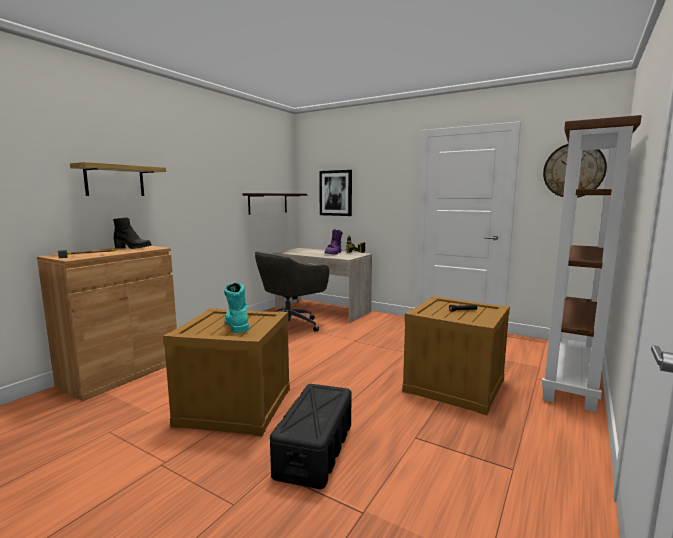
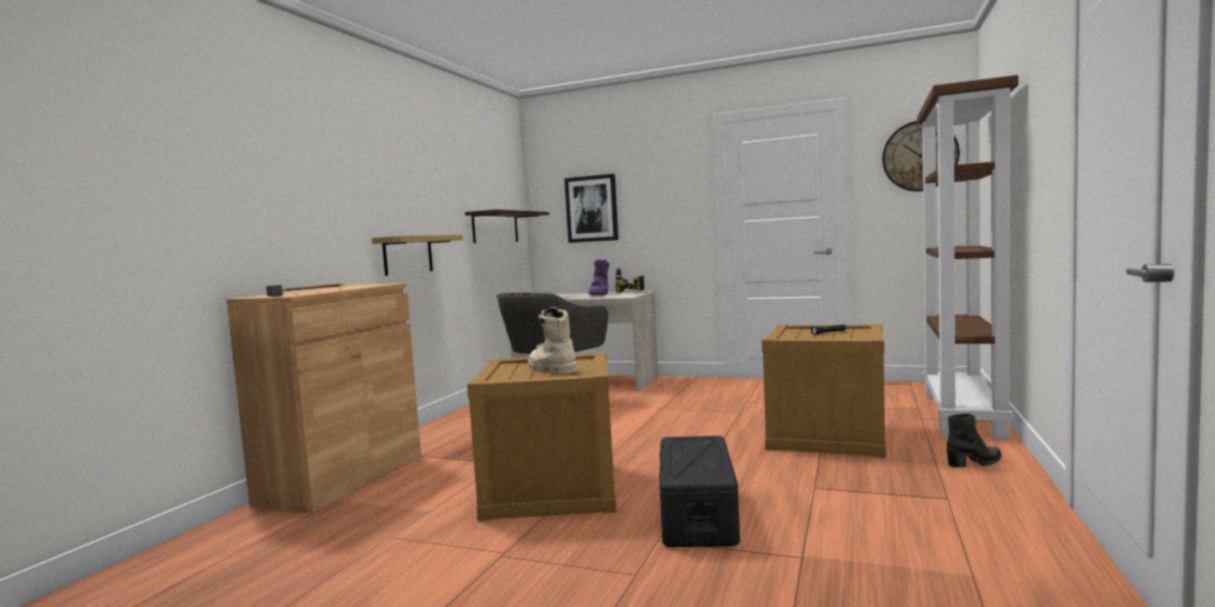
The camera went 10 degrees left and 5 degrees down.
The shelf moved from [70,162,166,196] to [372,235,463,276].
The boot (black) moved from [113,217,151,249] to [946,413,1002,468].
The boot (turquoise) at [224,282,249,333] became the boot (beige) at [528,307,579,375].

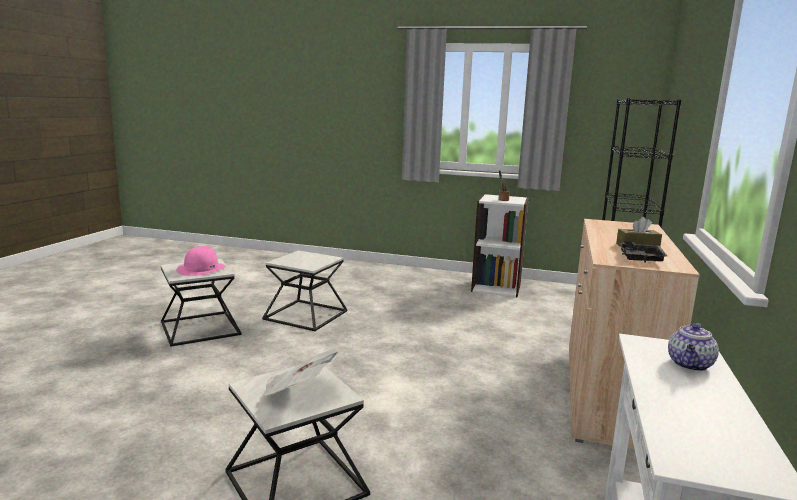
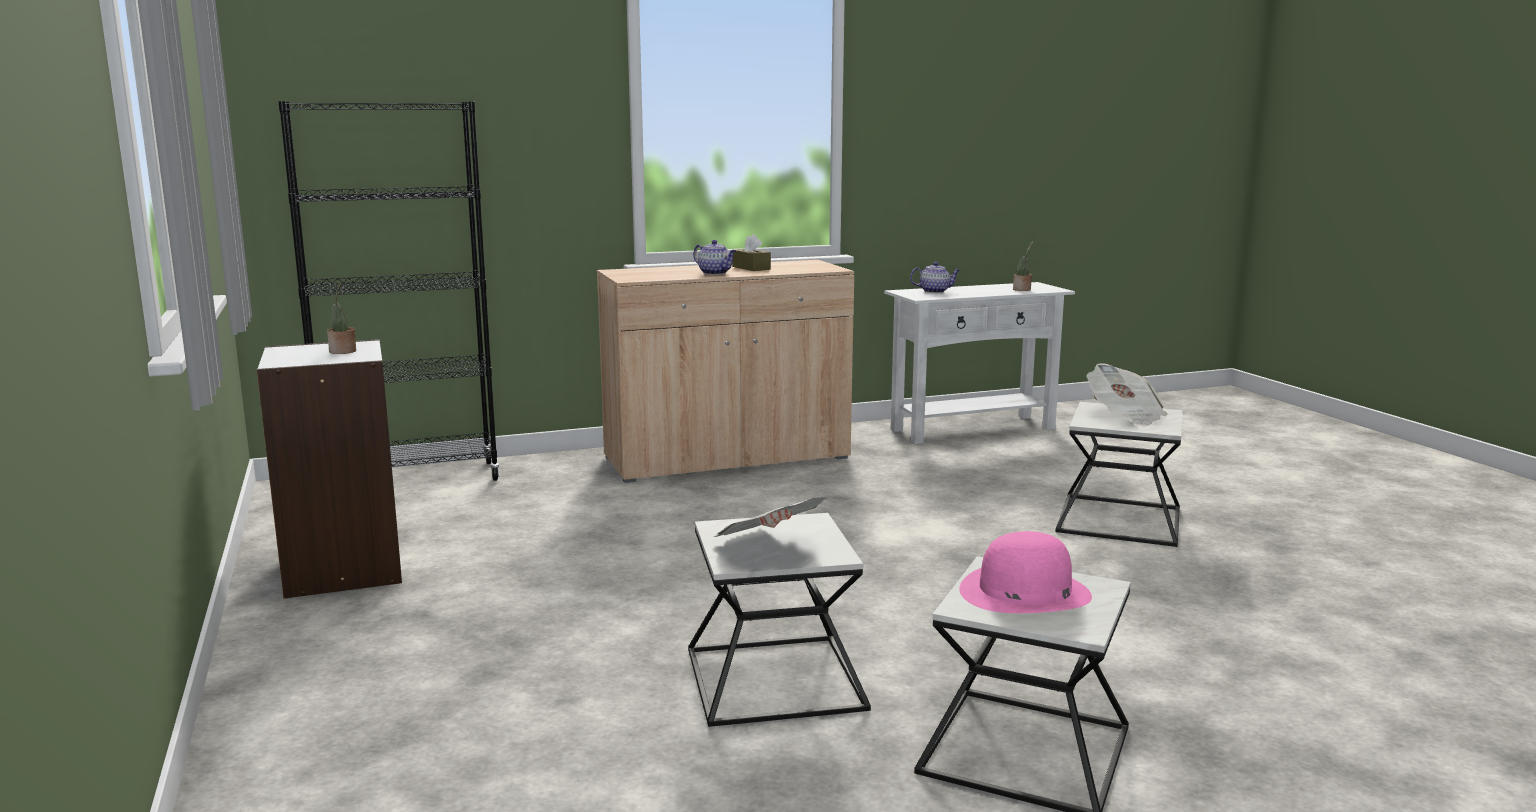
The camera went 125 degrees left and 0 degrees up.
The tray (black) at [620,241,668,263] disappeared.
The teapot at [693,240,736,275] appeared.
The newspaper at [714,497,826,537] appeared.
The potted plant at [1013,241,1033,291] appeared.

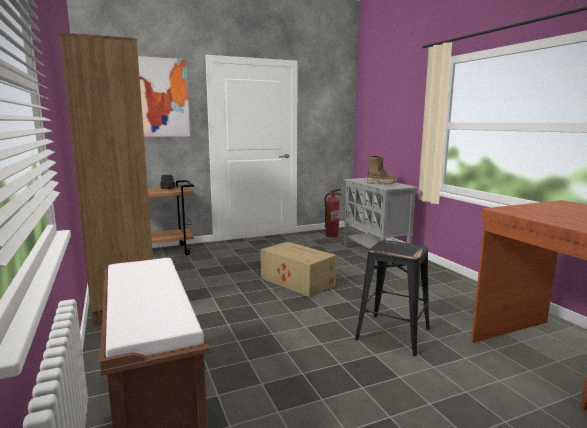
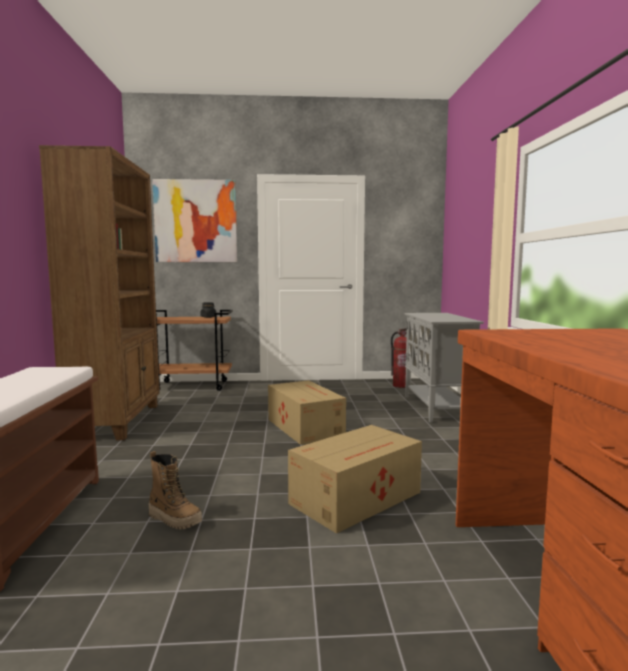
The camera went 20 degrees right and 5 degrees down.
The boot moved from [367,156,397,184] to [149,451,202,530].
The stool (black) at [355,240,430,356] was replaced by the cardboard box at [288,425,422,534].

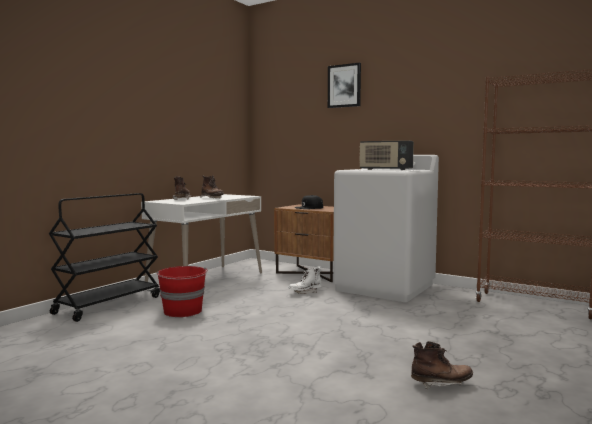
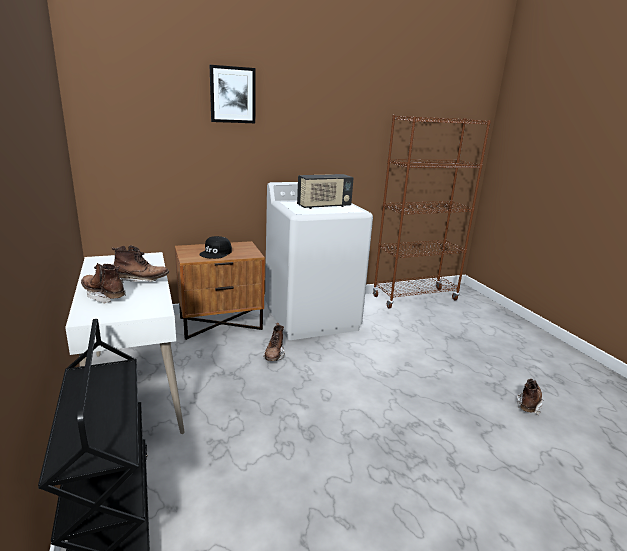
The camera went 55 degrees left and 15 degrees up.
The bucket (red) at [157,266,208,317] disappeared.
The boot (white) at [288,266,321,294] became the boot (brown) at [263,323,285,361].

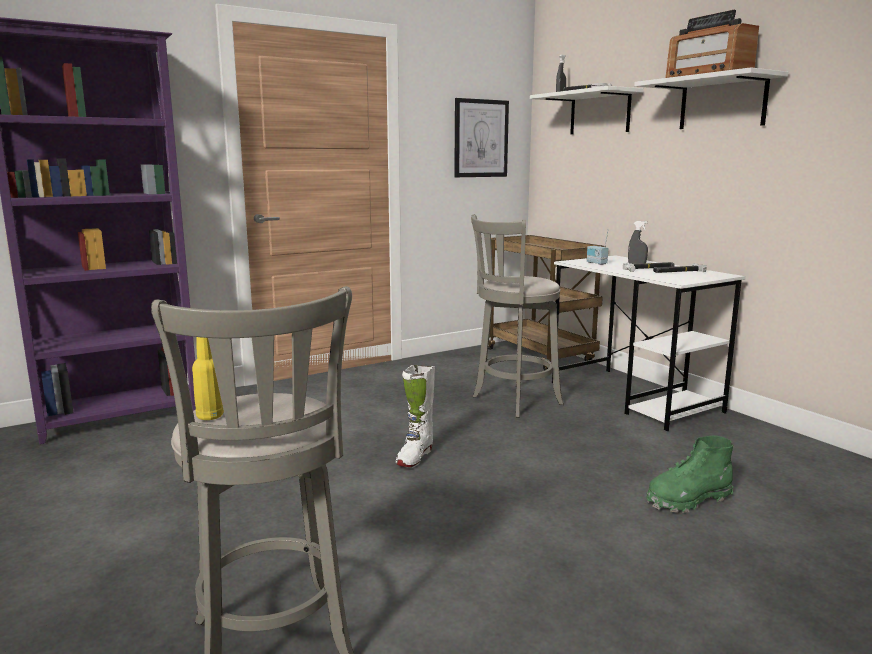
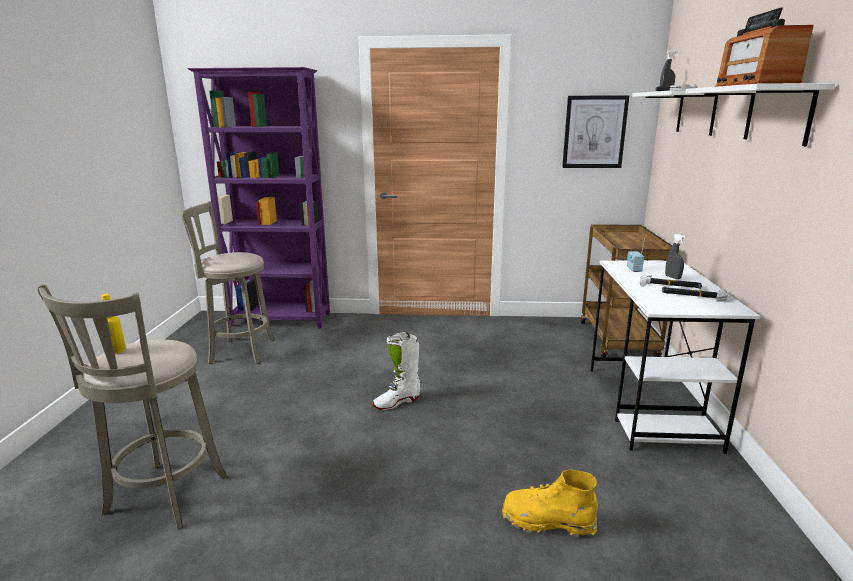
The camera went 35 degrees right and 5 degrees up.
The stool (grey) moved from [471,214,564,418] to [179,201,275,364].
The boot (green) at [646,435,733,513] became the boot (yellow) at [502,470,598,537].

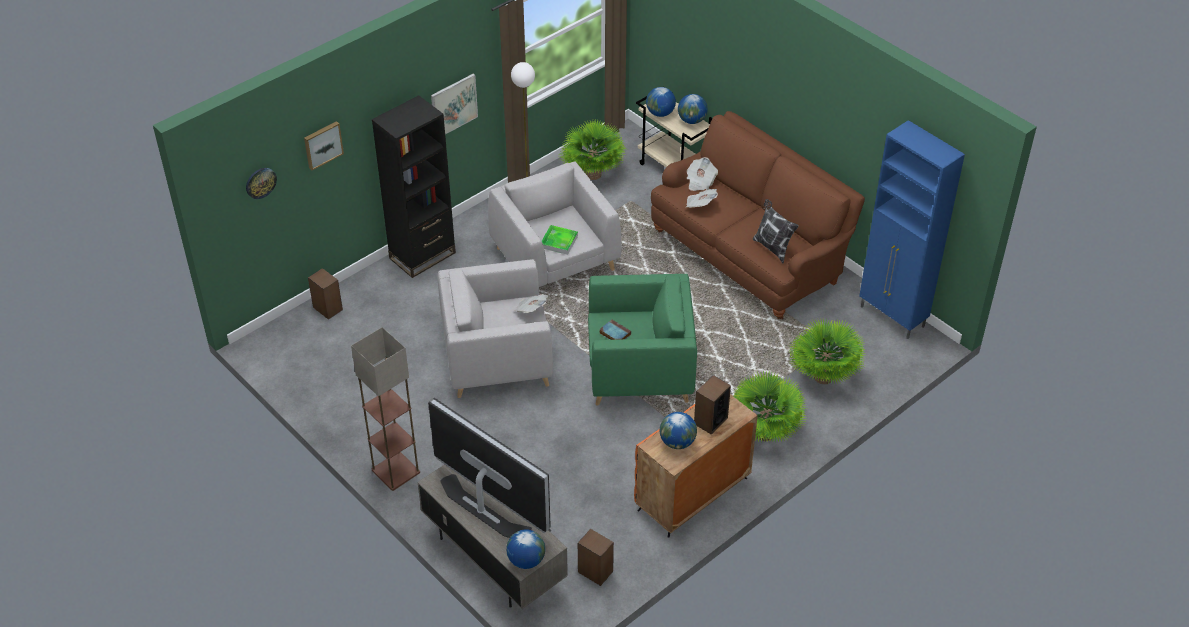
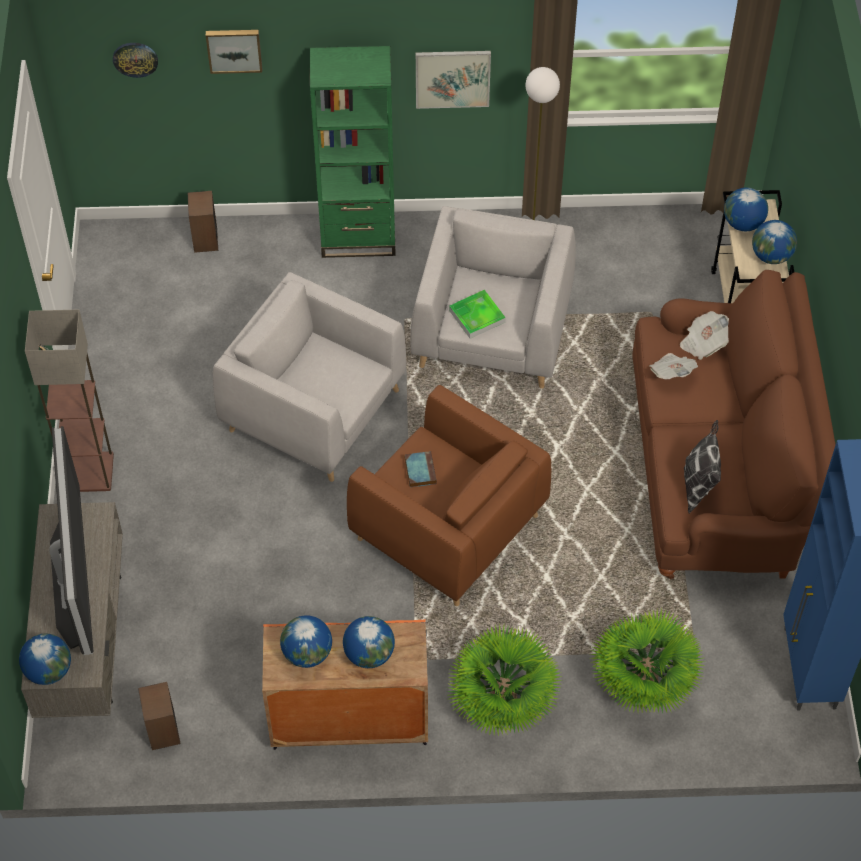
The camera went 40 degrees right and 10 degrees up.
The newspaper at [515,294,548,313] disappeared.
The potted plant at [559,119,626,180] disappeared.
The speaker at [694,375,731,434] was replaced by the globe at [343,616,395,668].
The bookcase (black) at [372,95,456,278] became the bookcase (green) at [310,46,396,258].
The armchair (green) at [588,274,697,405] became the armchair (brown) at [347,385,551,606].

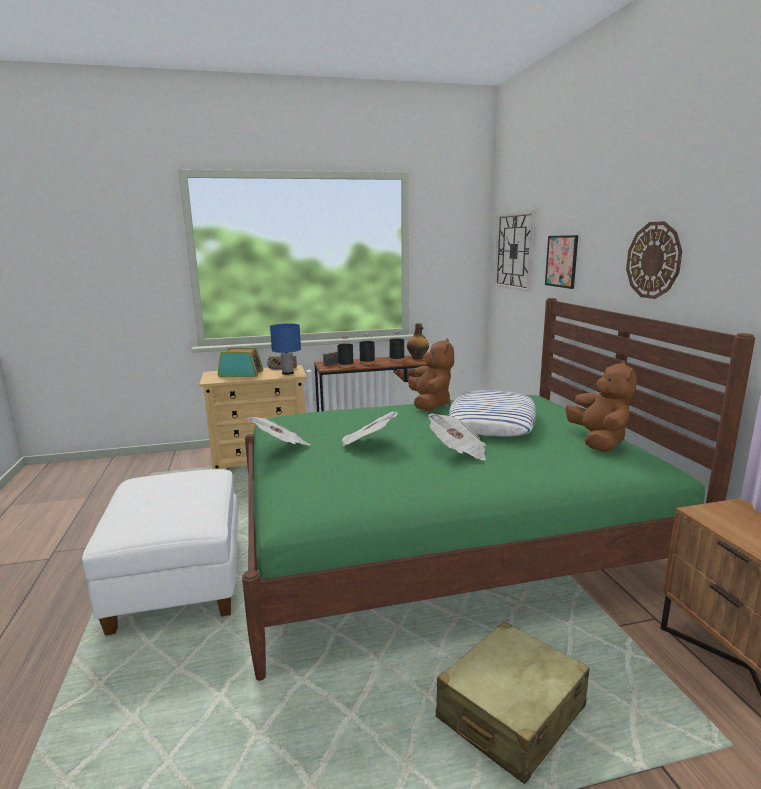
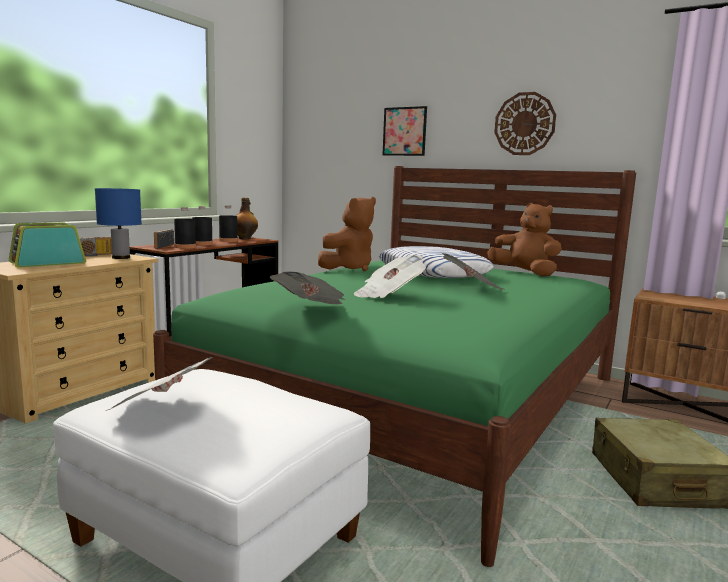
The camera went 45 degrees left and 5 degrees down.
The wall clock at [495,211,536,292] disappeared.
The newspaper at [106,357,213,411] appeared.
The plush toy (brown) at [408,338,454,411] turned 90 degrees clockwise.

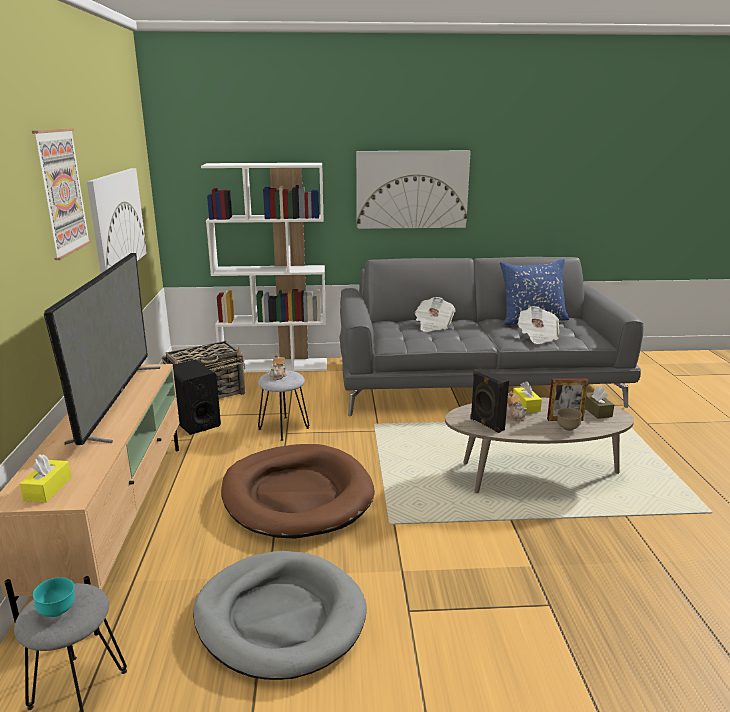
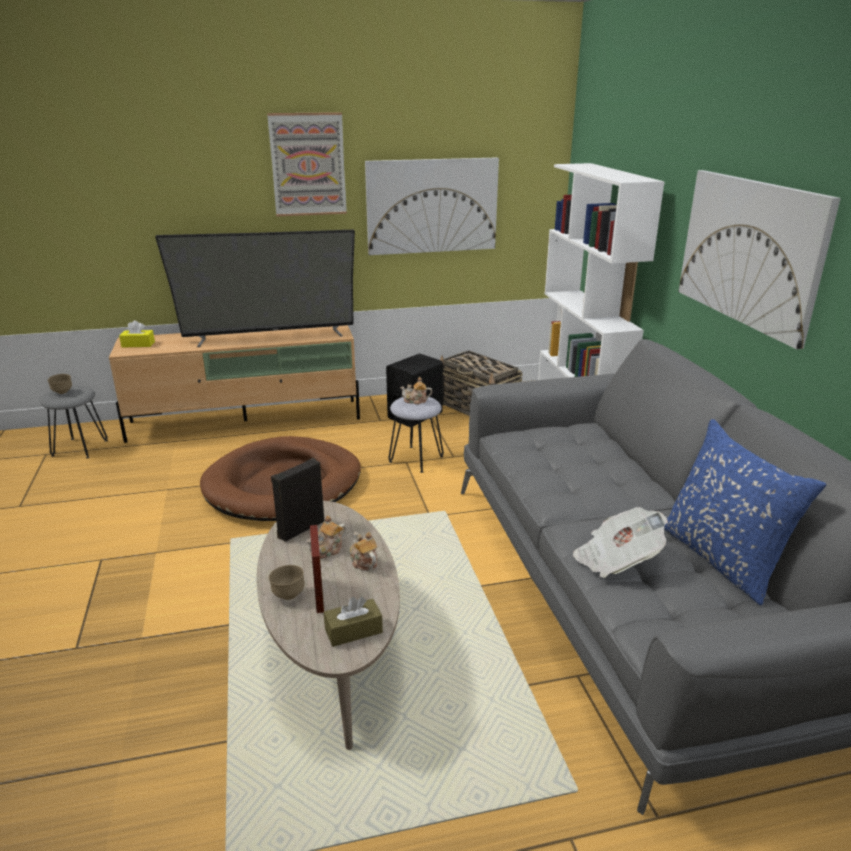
The camera went 80 degrees right and 5 degrees up.
The dog bed (grey) at [193,551,367,680] disappeared.
The newspaper at [415,297,456,332] disappeared.
The tissue box (yellow) at [513,381,542,413] was replaced by the teapot at [350,532,378,571].
The bowl (turquoise) at [33,577,75,617] became the bowl (brown) at [48,374,72,394].

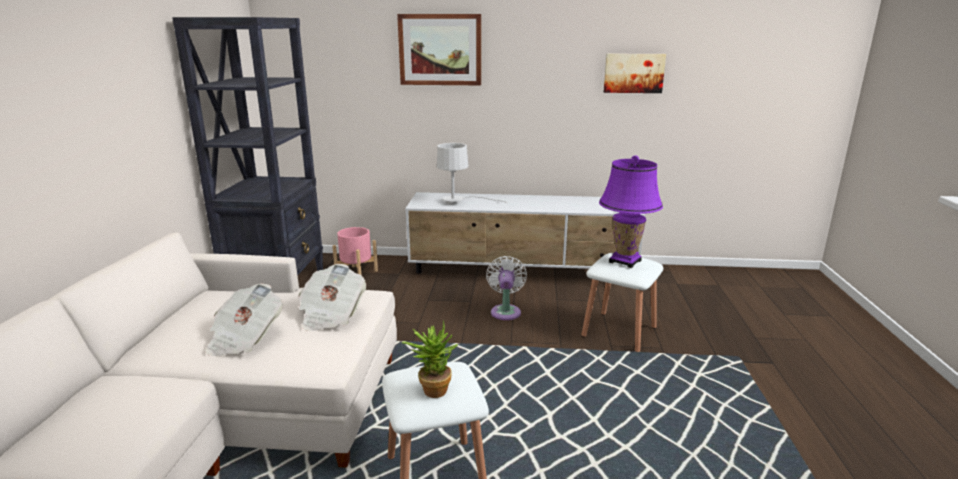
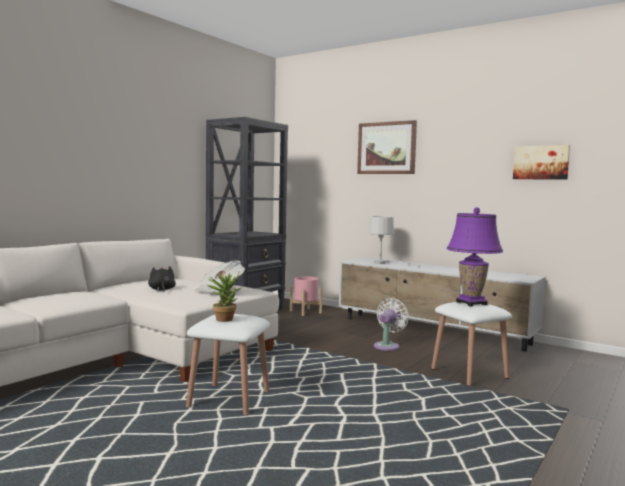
The camera went 30 degrees right and 15 degrees down.
The newspaper at [205,283,283,356] was replaced by the plush toy (black) at [148,266,176,292].

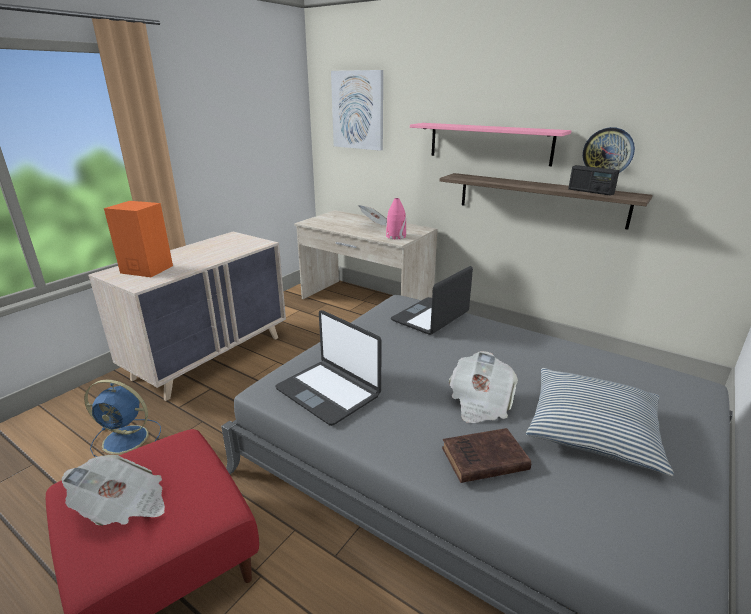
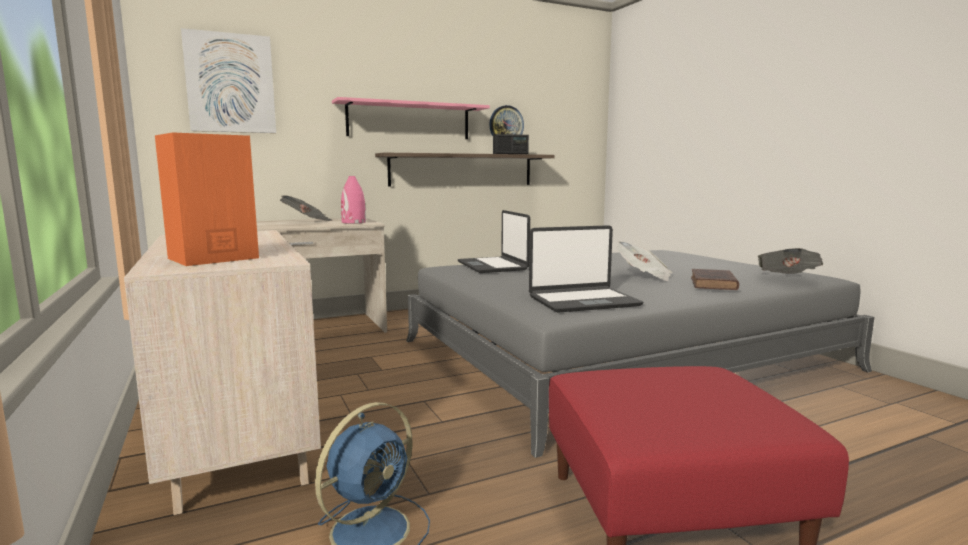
The camera went 60 degrees left and 15 degrees down.
The pillow at [526,368,674,476] disappeared.
The newspaper moved from [61,455,165,526] to [758,248,824,274].

